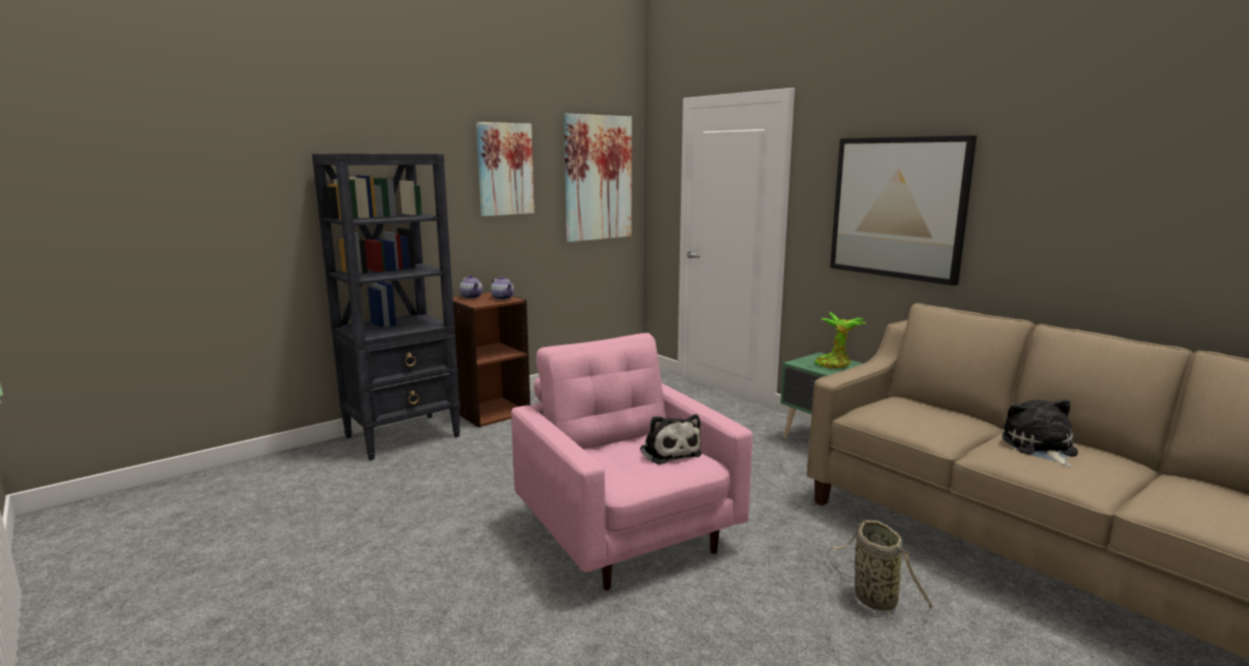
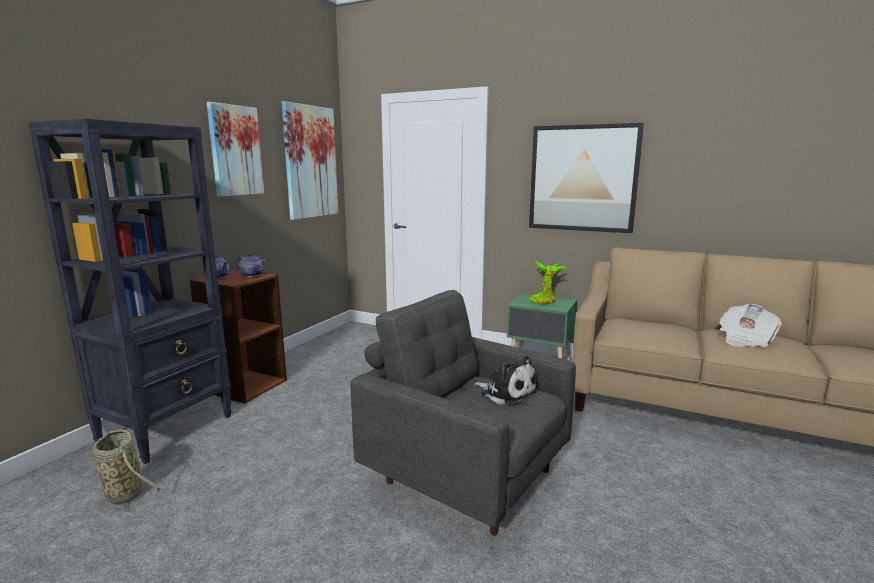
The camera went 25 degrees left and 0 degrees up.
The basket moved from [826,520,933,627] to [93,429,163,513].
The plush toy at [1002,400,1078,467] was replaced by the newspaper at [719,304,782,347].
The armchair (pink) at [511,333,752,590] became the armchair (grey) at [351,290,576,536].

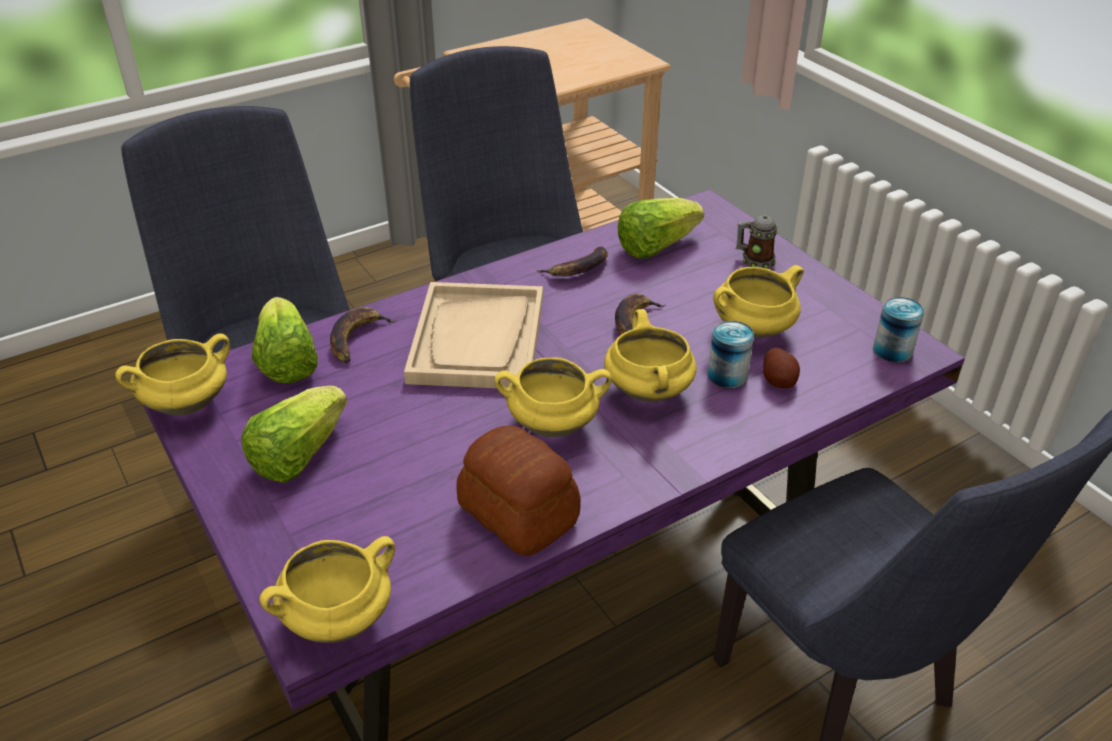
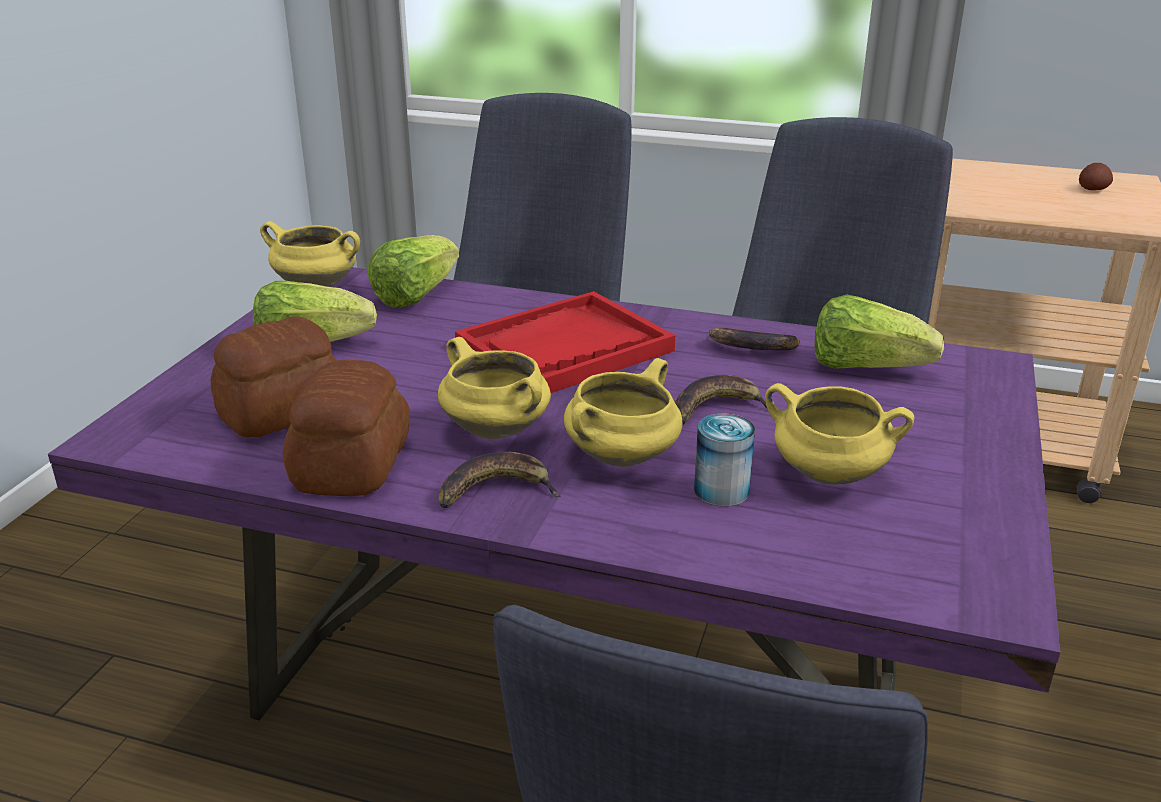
The camera went 50 degrees right and 10 degrees down.
The cooking pot (yellow) at [259,536,395,643] disappeared.
The mug at [736,215,778,269] disappeared.
The can at [873,297,924,363] disappeared.
The bread at [211,317,337,437] appeared.
The banana moved from [330,307,397,363] to [439,452,561,508].
The potato moved from [763,348,800,388] to [1079,163,1113,190].
The tray (beige) at [404,282,543,388] became the tray (red) at [455,291,675,393].

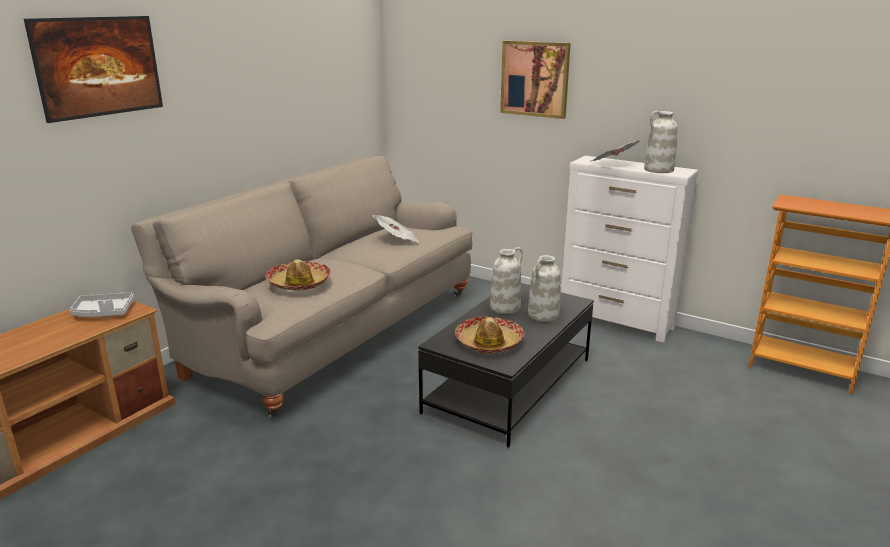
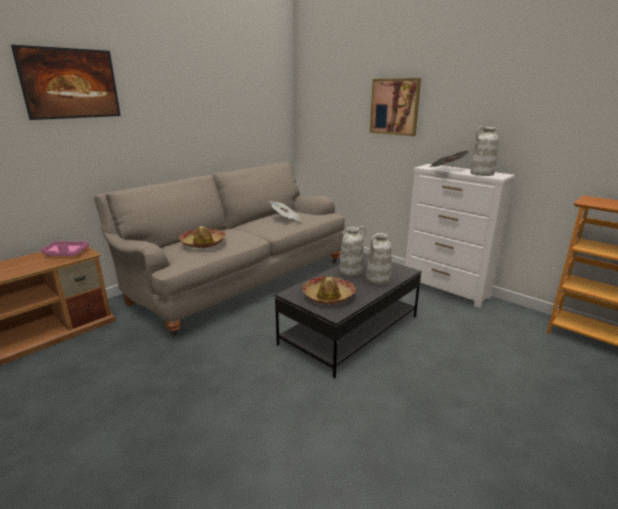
The camera went 10 degrees right and 0 degrees up.
The tray (grey) at [70,292,134,317] became the tray (pink) at [41,241,89,256].

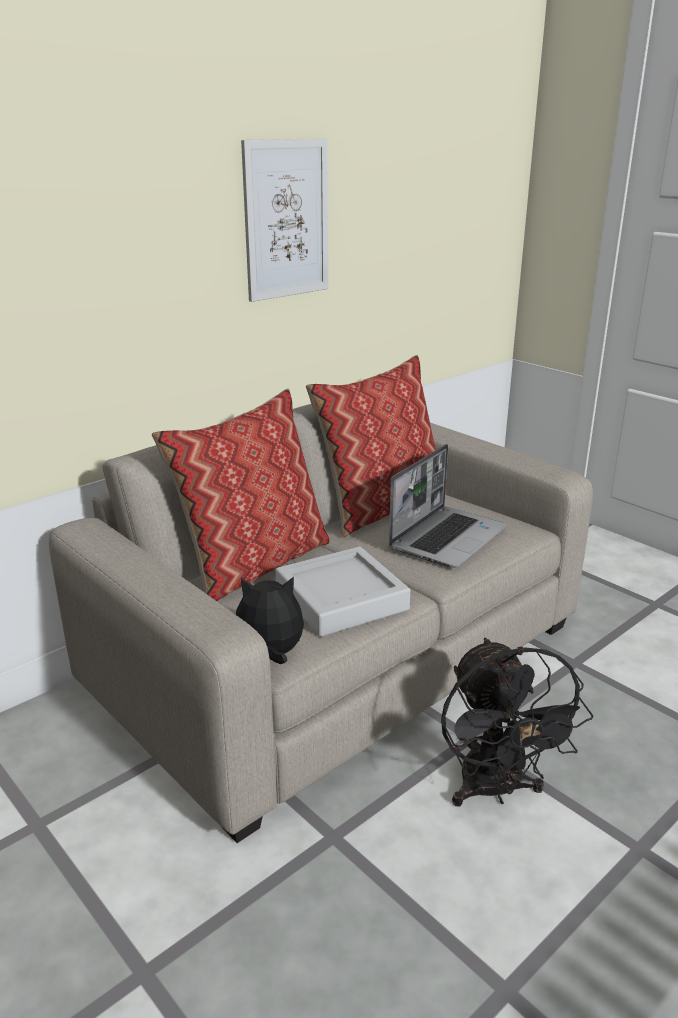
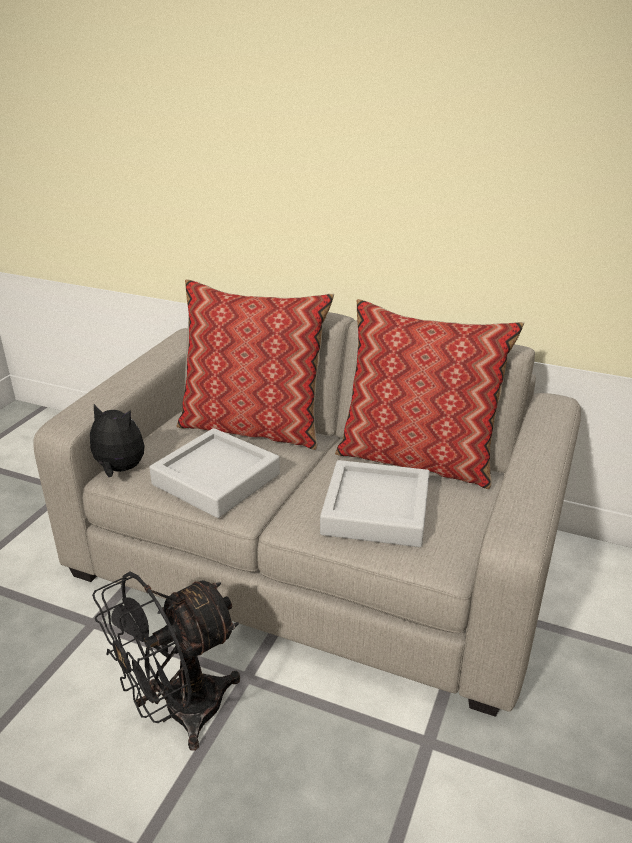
The camera went 65 degrees right and 5 degrees up.
The picture at [241,138,328,302] disappeared.
The laptop at [389,444,507,568] was replaced by the tray (grey) at [320,460,430,547].
The plush toy at [236,577,304,664] turned 45 degrees counterclockwise.

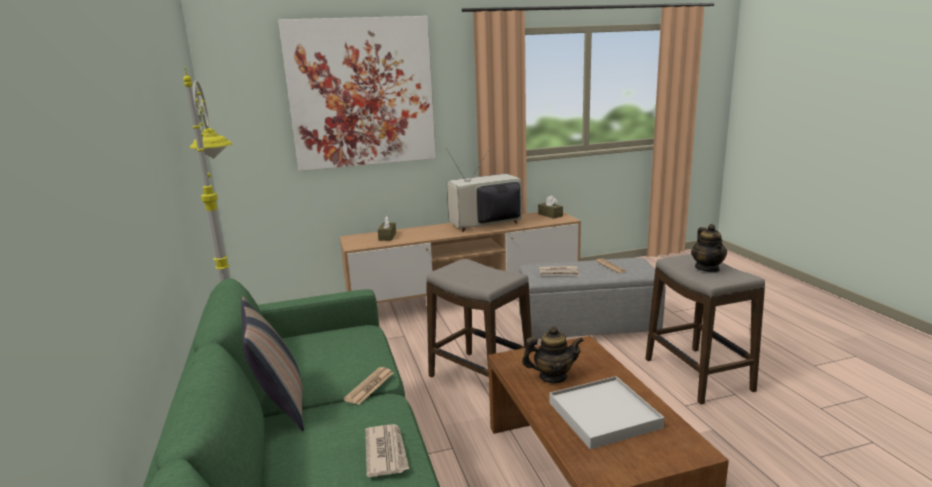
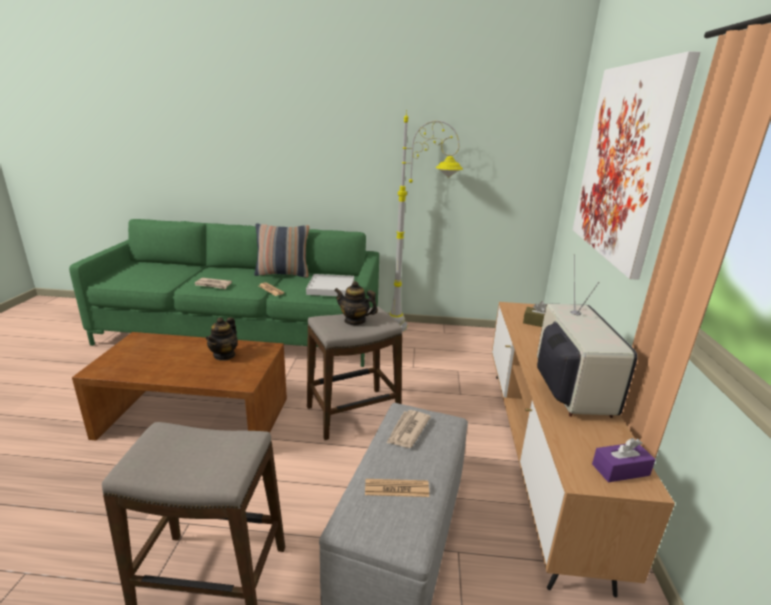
The camera went 110 degrees right and 5 degrees up.
The tray (white) moved from [549,376,664,450] to [306,274,354,296].
The teapot moved from [691,224,727,272] to [334,281,378,325].
The tissue box (brown) at [538,196,563,219] became the tissue box (purple) at [592,438,656,482].

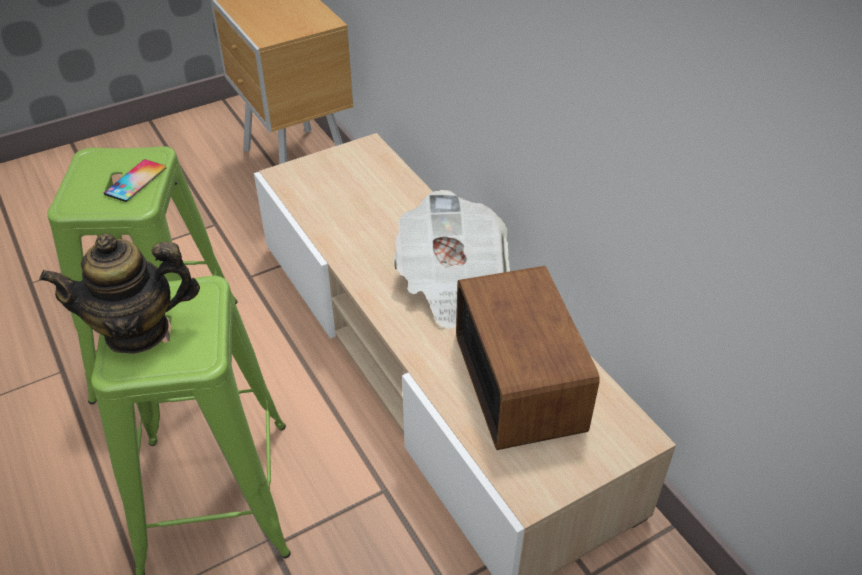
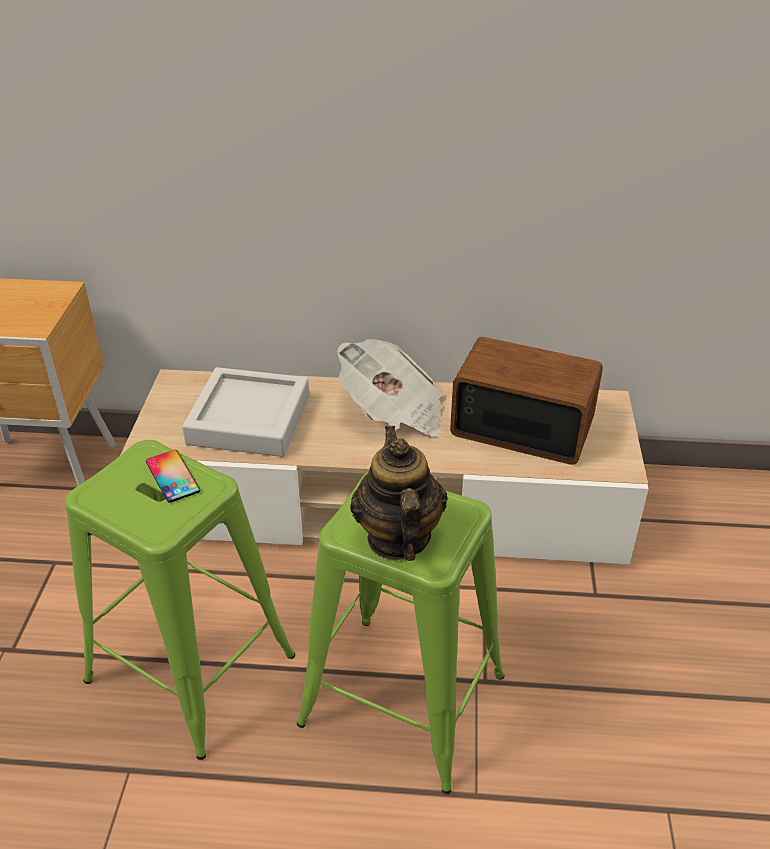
The camera went 55 degrees left and 5 degrees down.
The tray (grey) at [182,367,309,457] appeared.
The teapot at [39,234,200,354] turned 150 degrees clockwise.

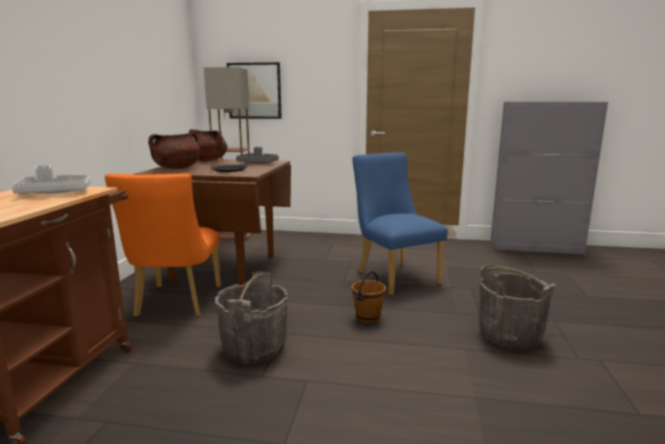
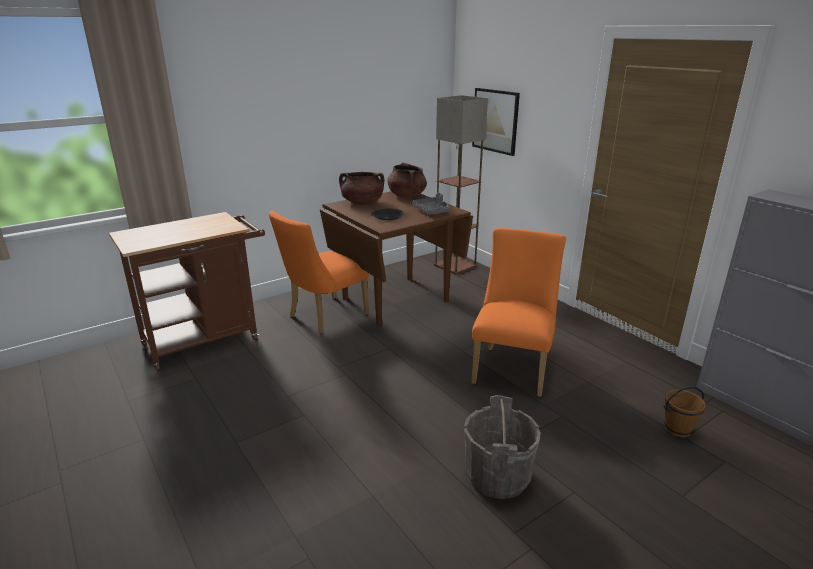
The camera went 45 degrees right and 10 degrees up.
The tray (grey) at [12,165,91,194] disappeared.
The bucket (grey) at [215,271,288,365] disappeared.
The bucket (brown) moved from [352,271,386,324] to [663,387,706,438].
The chair (blue) at [352,152,448,295] became the chair (orange) at [471,228,566,397].

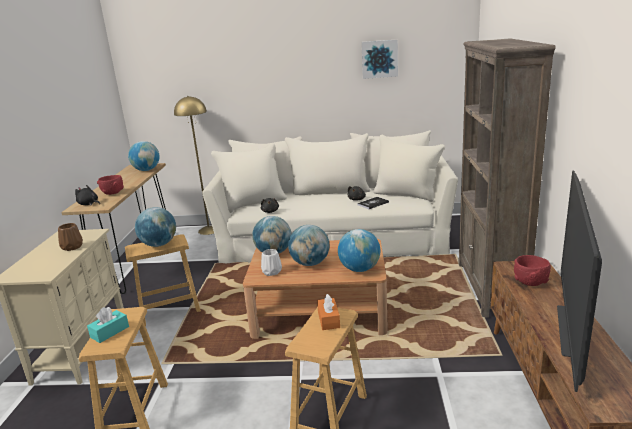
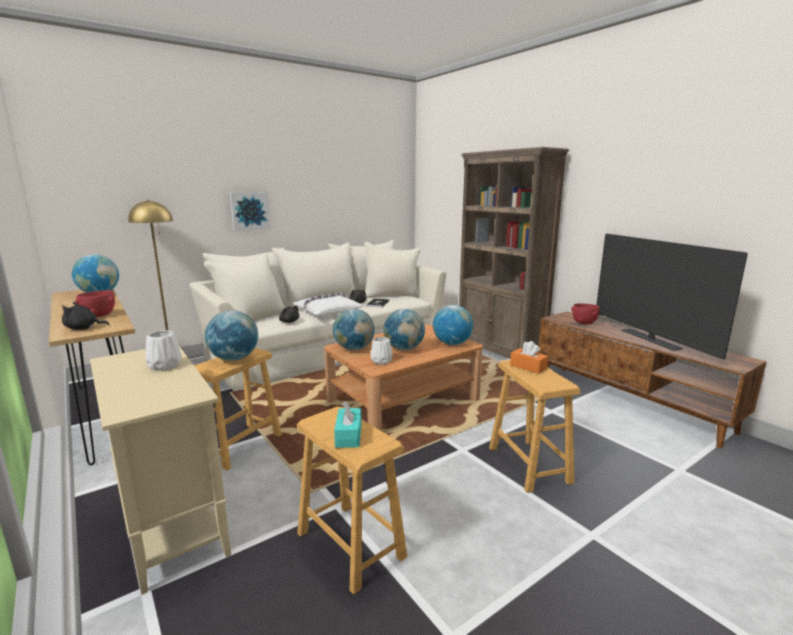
The camera went 40 degrees left and 5 degrees down.
The pillow (white) at [292,292,363,316] appeared.
The picture moved from [362,39,398,79] to [230,192,270,231].
The vase (brown) at [58,223,83,251] became the vase (white) at [146,331,182,371].

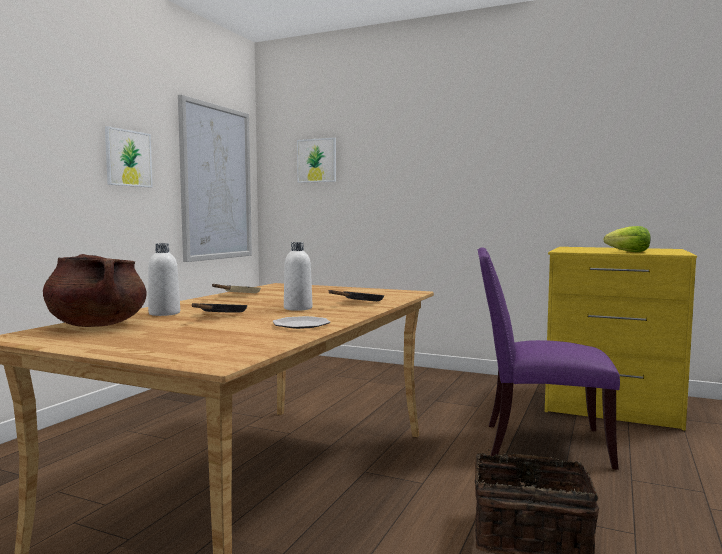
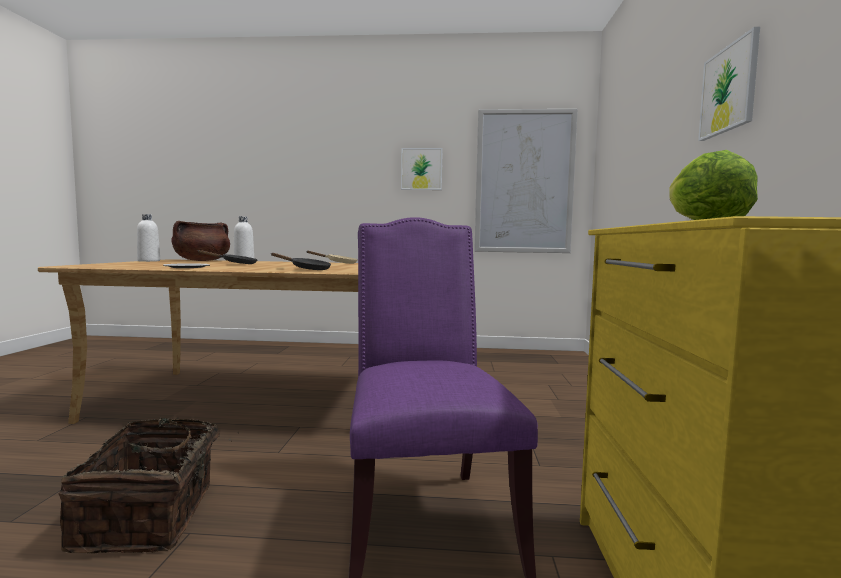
The camera went 70 degrees right and 0 degrees up.
The bottle (white) moved from [284,242,312,311] to [137,214,160,262].
The picture moved from [297,138,336,183] to [698,27,760,141].

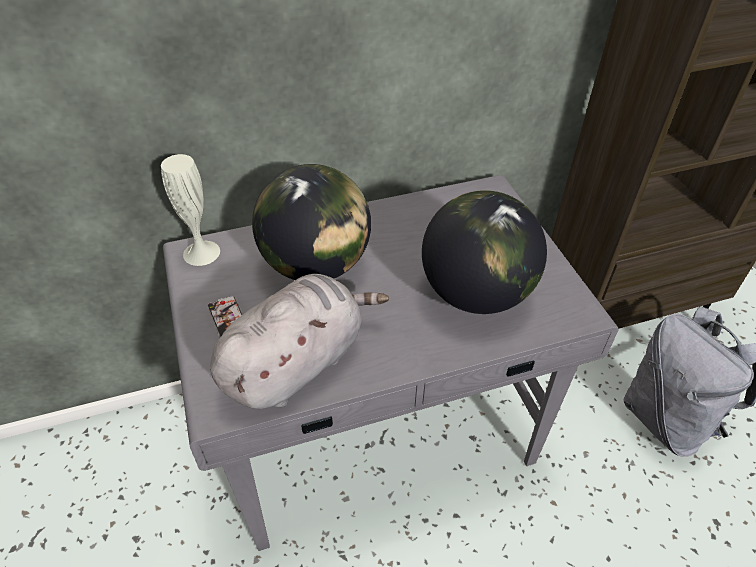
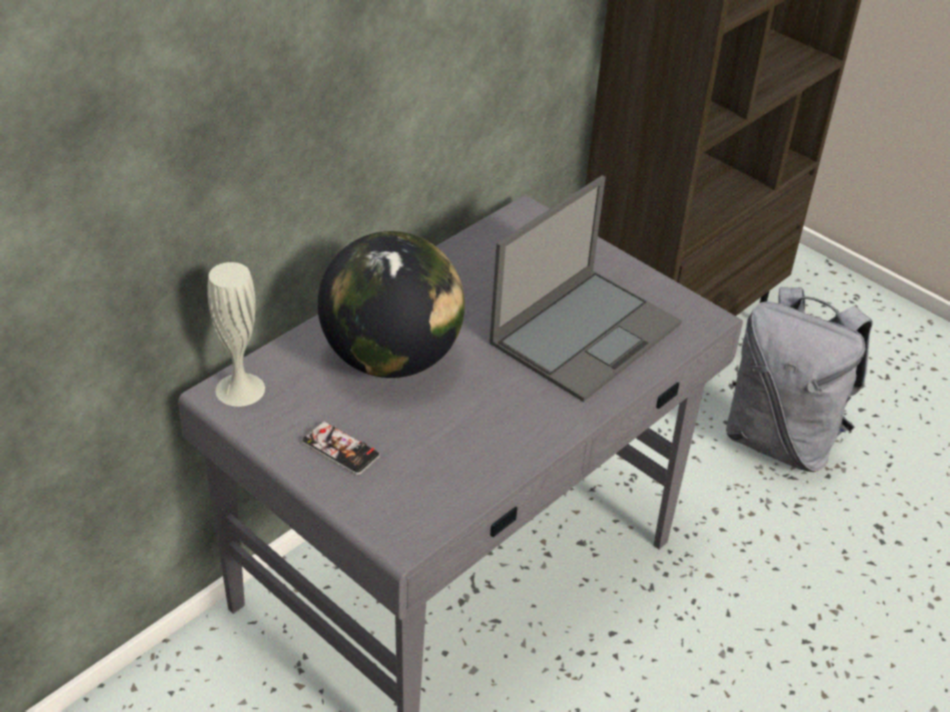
The camera went 30 degrees left and 5 degrees down.
The plush toy (grey) at [210,274,389,409] disappeared.
The globe at [422,190,547,314] was replaced by the laptop at [489,175,682,402].

